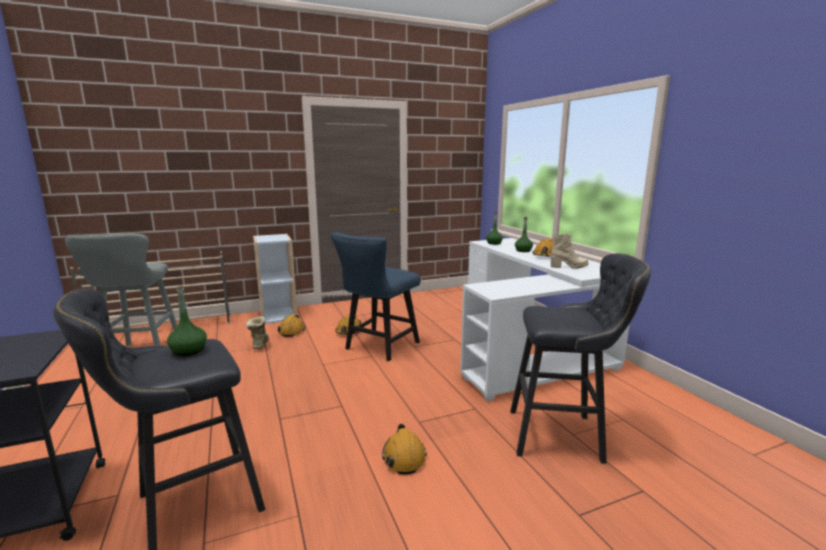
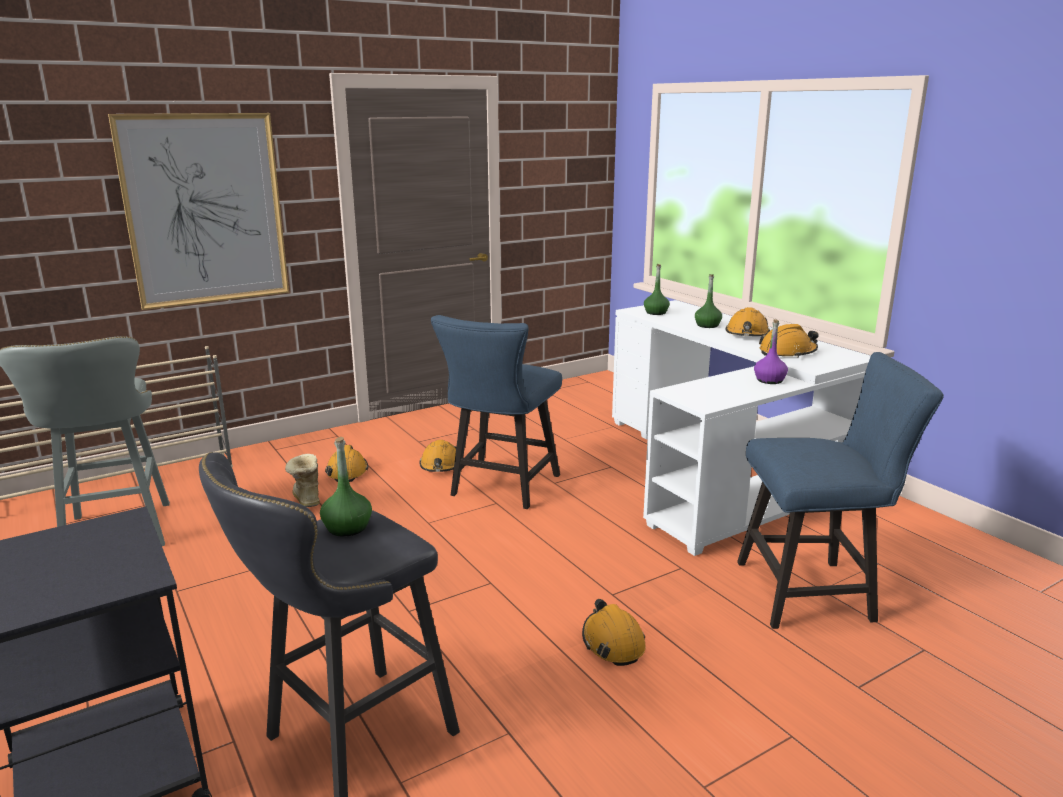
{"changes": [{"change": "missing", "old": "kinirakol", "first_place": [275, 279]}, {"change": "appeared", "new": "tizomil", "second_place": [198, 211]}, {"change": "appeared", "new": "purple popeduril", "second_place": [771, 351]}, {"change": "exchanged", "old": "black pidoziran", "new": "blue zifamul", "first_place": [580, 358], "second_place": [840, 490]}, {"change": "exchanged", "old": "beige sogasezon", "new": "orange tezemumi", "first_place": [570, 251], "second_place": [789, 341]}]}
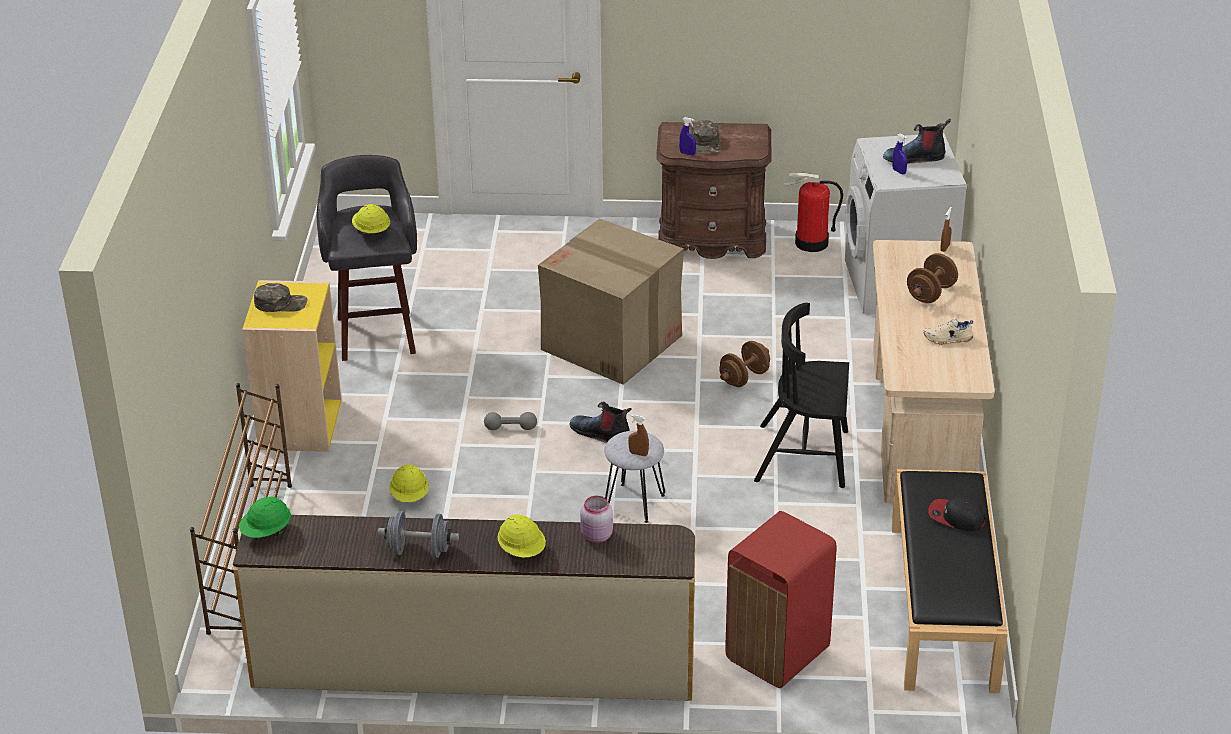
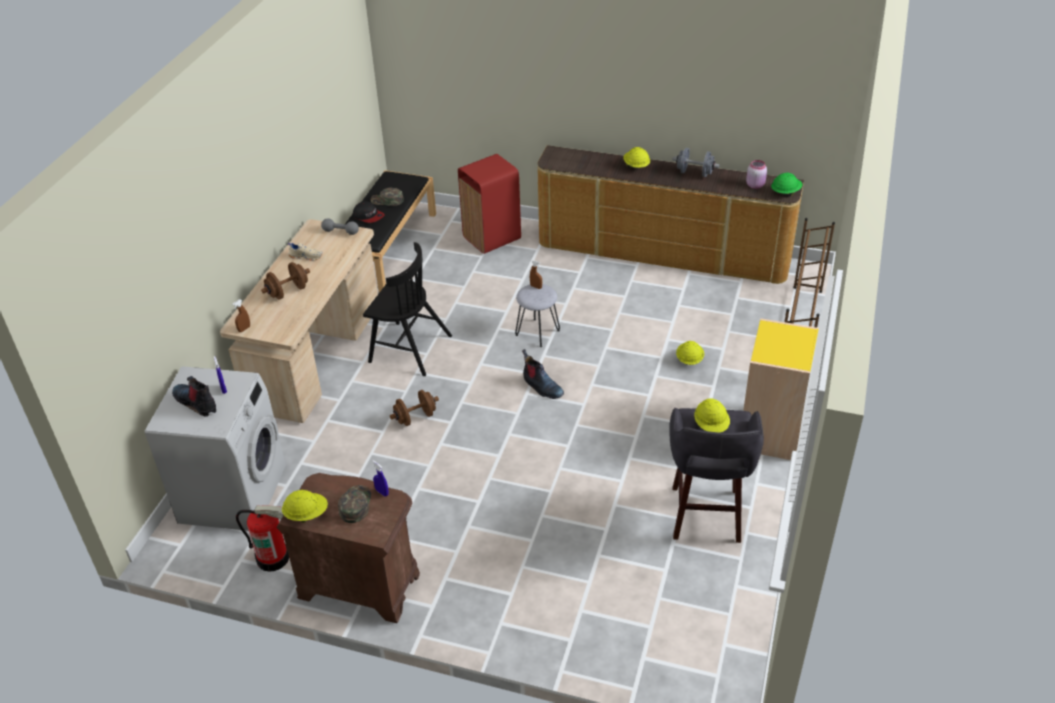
{"changes": [{"change": "missing", "old": "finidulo", "first_place": [611, 301]}, {"change": "appeared", "new": "yellow tezemumi", "second_place": [305, 506]}, {"change": "relocated", "old": "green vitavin", "first_place": [280, 297], "second_place": [387, 196]}, {"change": "relocated", "old": "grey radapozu", "first_place": [510, 421], "second_place": [340, 226]}, {"change": "relocated", "old": "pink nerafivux", "first_place": [596, 519], "second_place": [756, 174]}, {"change": "spun", "old": "sogasezon", "first_place": [917, 141], "second_place": [194, 396], "degrees": -150}]}
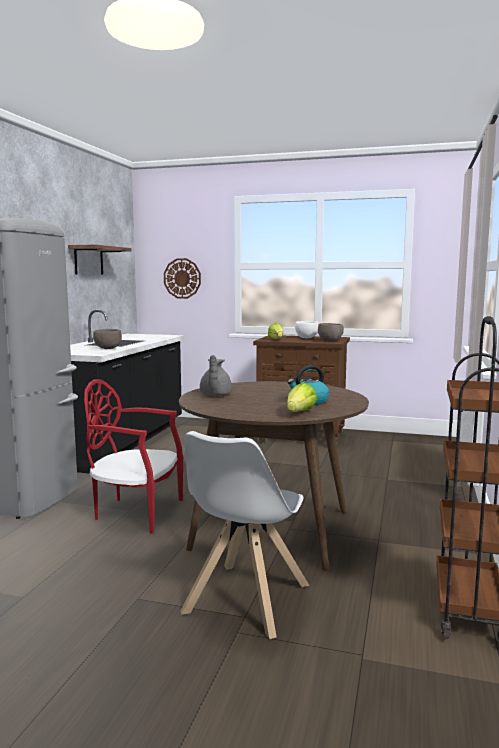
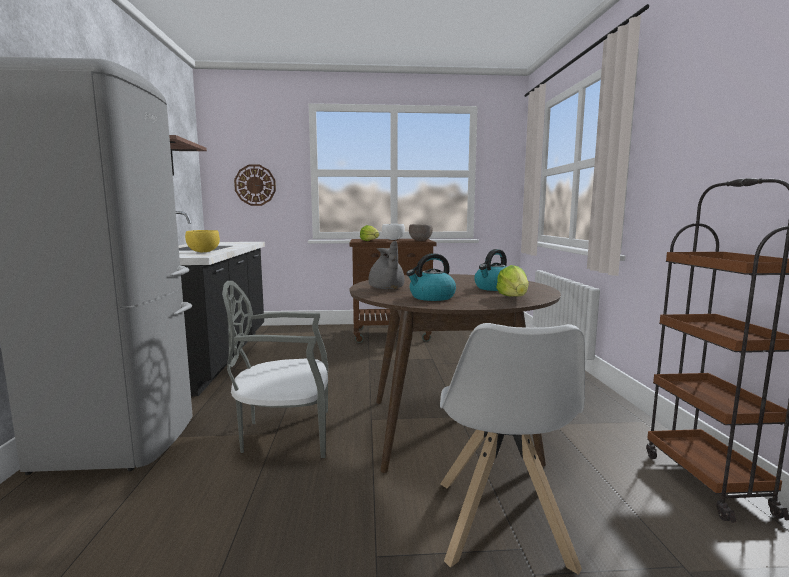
{"changes": [{"change": "appeared", "new": "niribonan", "second_place": [431, 277]}, {"change": "colour", "old": "red zifamul", "new": "grey zifamul", "first_place": [133, 456], "second_place": [275, 369]}, {"change": "colour", "old": "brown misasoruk", "new": "yellow misasoruk", "first_place": [107, 339], "second_place": [202, 241]}]}
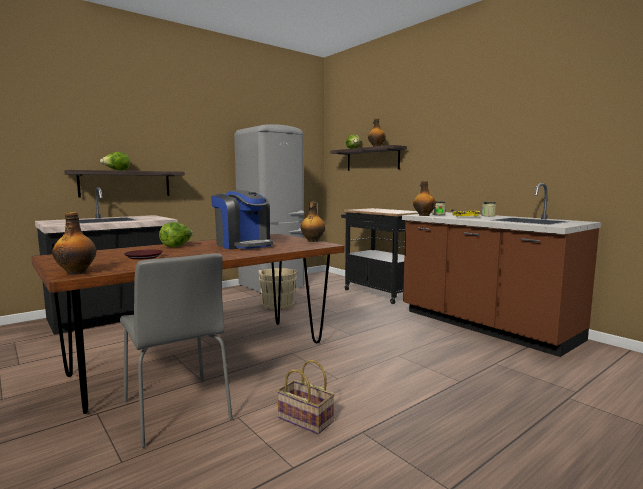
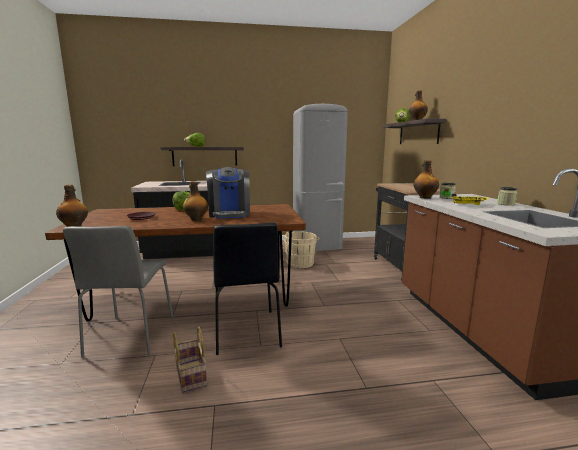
{"changes": [{"change": "appeared", "new": "black zifamul", "second_place": [247, 289]}, {"change": "relocated", "old": "popeduril", "first_place": [313, 222], "second_place": [195, 201]}]}
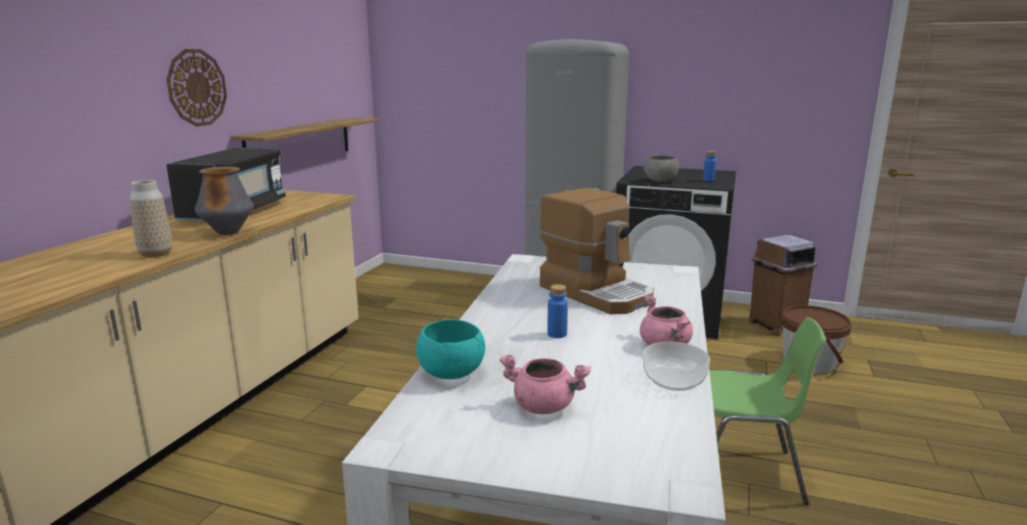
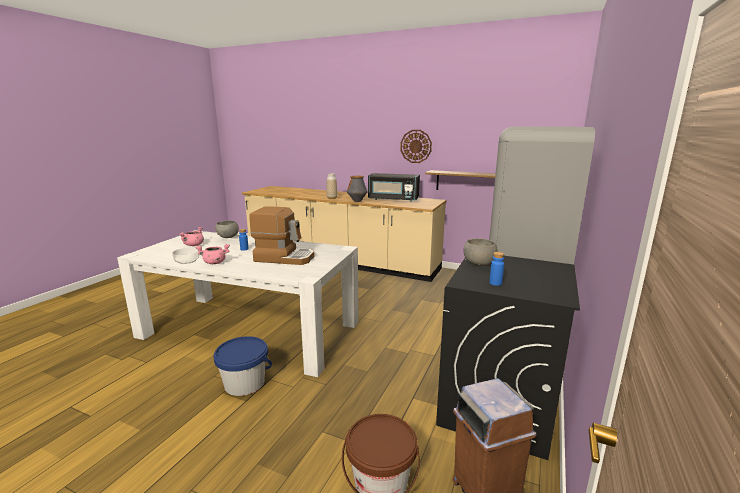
{"changes": [{"change": "exchanged", "old": "green zifamul", "new": "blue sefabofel", "first_place": [767, 411], "second_place": [243, 366]}, {"change": "colour", "old": "turquoise misasoruk", "new": "grey misasoruk", "first_place": [450, 349], "second_place": [227, 229]}, {"change": "spun", "old": "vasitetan", "first_place": [597, 251], "second_place": [282, 235], "degrees": -135}]}
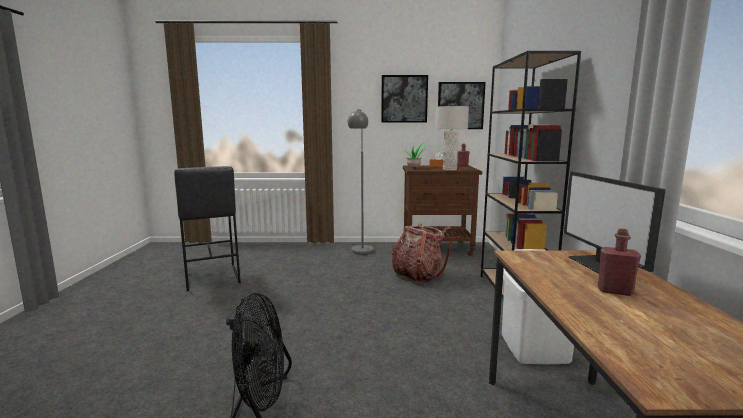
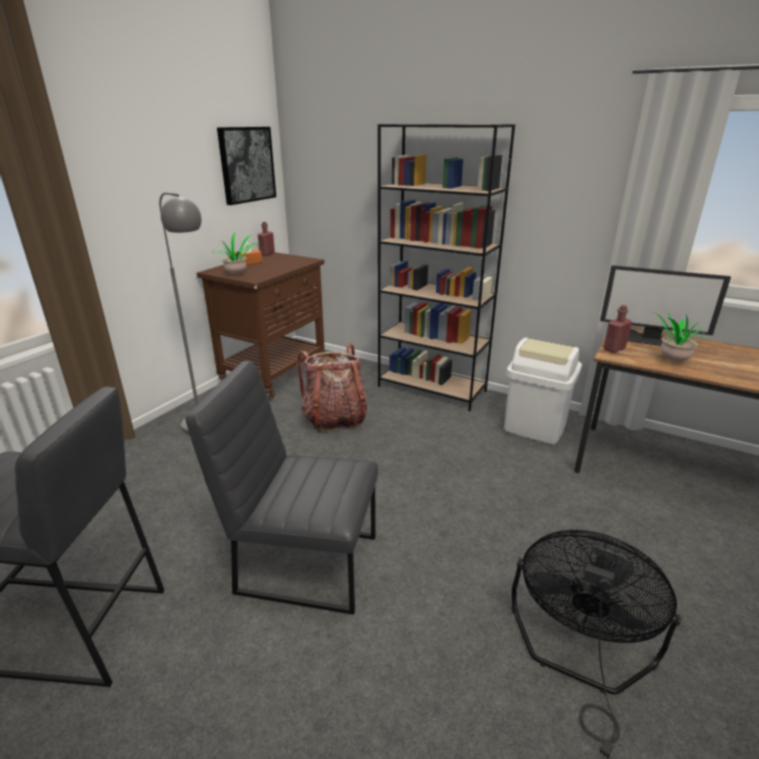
{"changes": [{"change": "missing", "old": "tizomil", "first_place": [404, 99]}, {"change": "missing", "old": "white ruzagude", "first_place": [452, 138]}, {"change": "appeared", "new": "grey zifamul", "second_place": [281, 488]}, {"change": "appeared", "new": "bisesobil", "second_place": [680, 336]}, {"change": "relocated", "old": "red popeduril", "first_place": [619, 262], "second_place": [617, 329]}]}
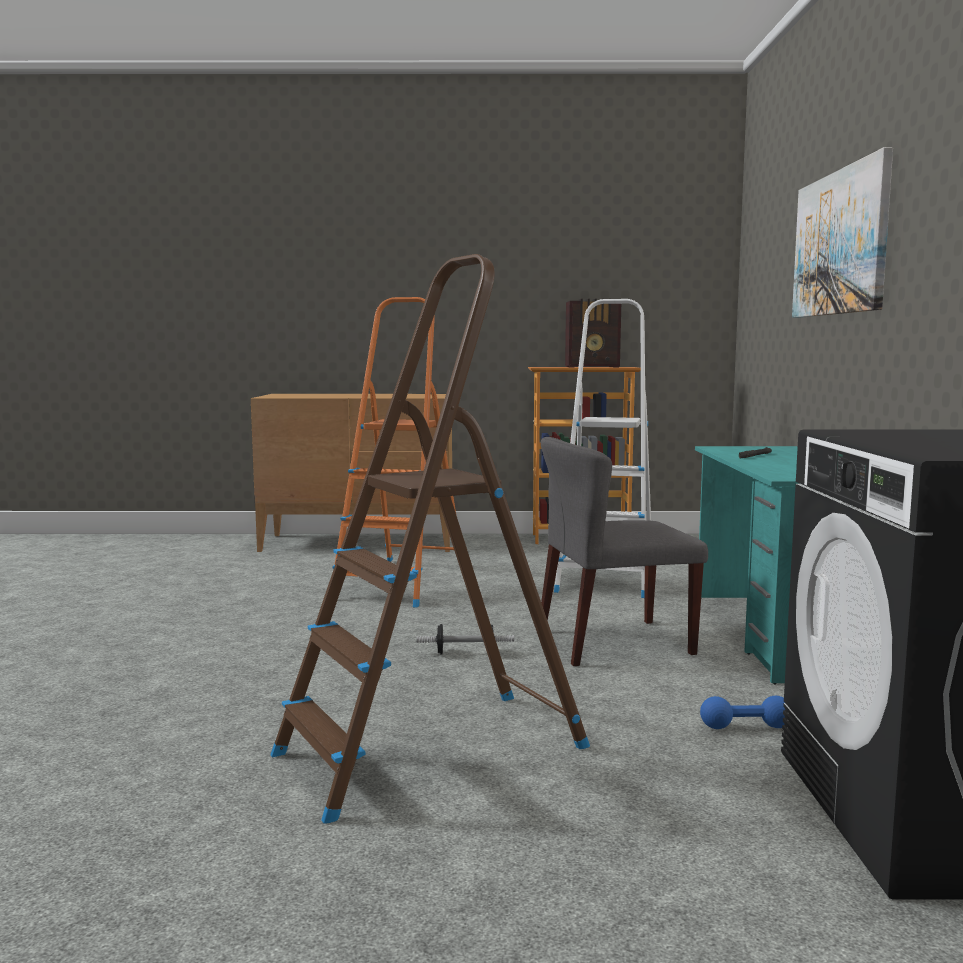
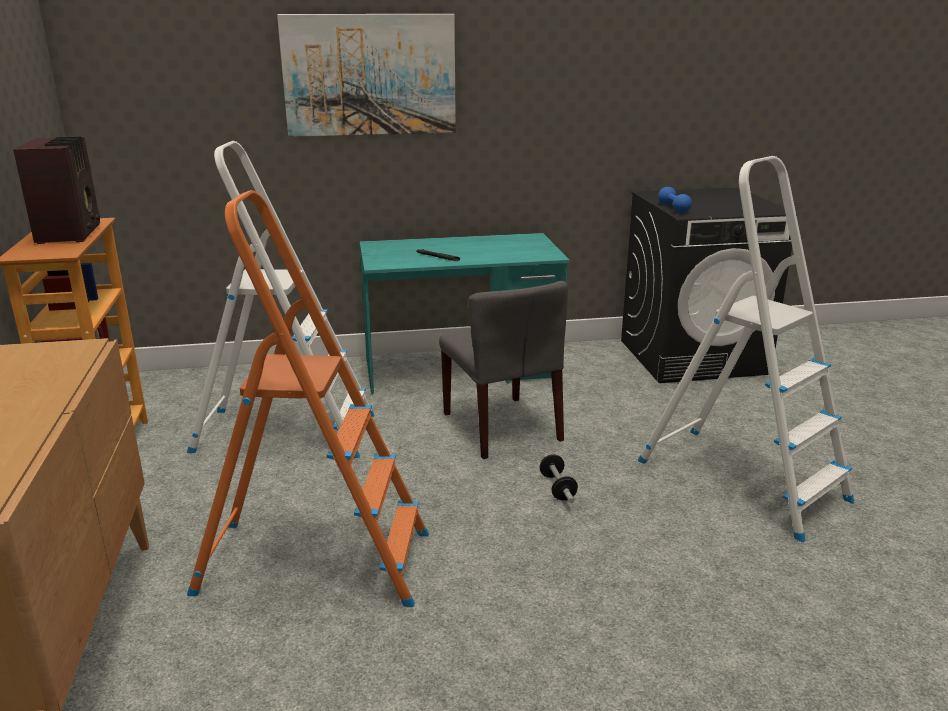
{"changes": [{"change": "relocated", "old": "blue radapozu", "first_place": [742, 712], "second_place": [675, 200]}, {"change": "colour", "old": "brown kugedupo", "new": "white kugedupo", "first_place": [430, 539], "second_place": [746, 349]}]}
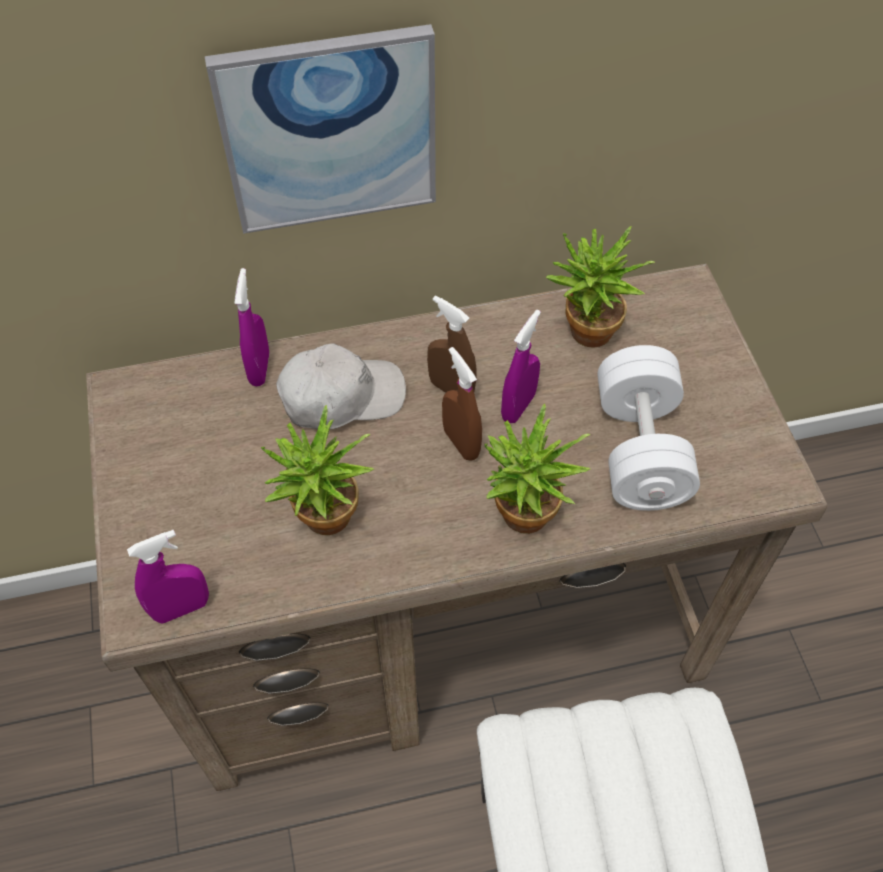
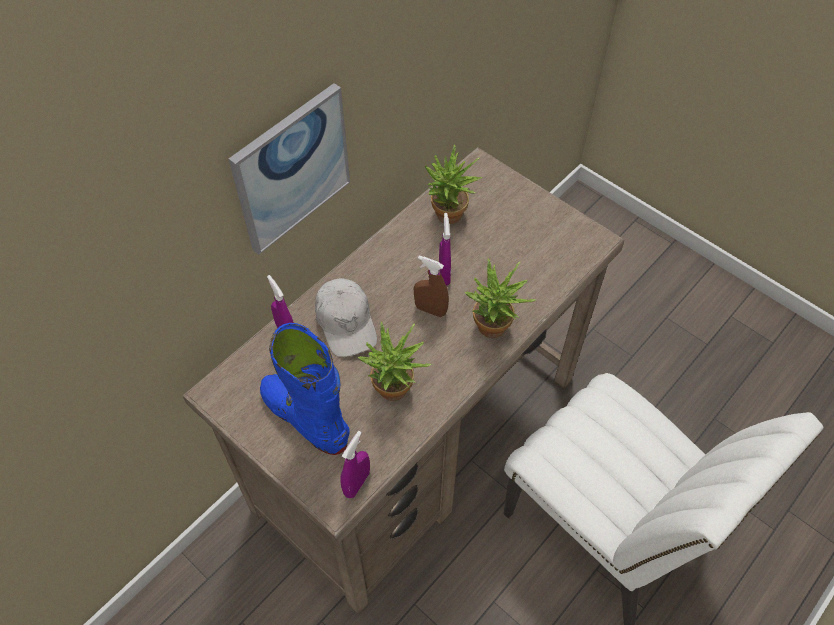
{"changes": [{"change": "missing", "old": "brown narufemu", "first_place": [452, 344]}, {"change": "missing", "old": "white radapozu", "first_place": [649, 428]}, {"change": "appeared", "new": "blue sogasezon", "second_place": [305, 389]}, {"change": "spun", "old": "white vitavin", "first_place": [341, 386], "second_place": [346, 317], "degrees": 120}]}
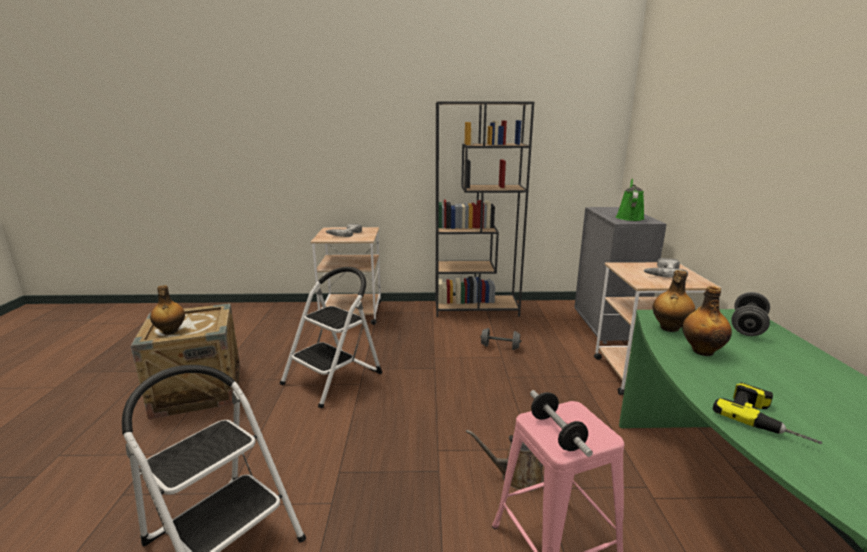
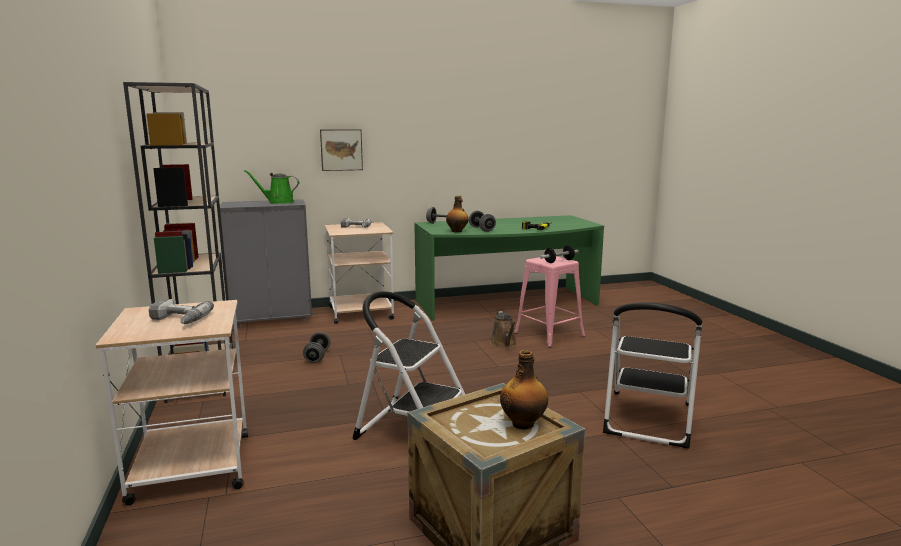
{"changes": [{"change": "appeared", "new": "tizomil", "second_place": [341, 150]}, {"change": "exchanged", "old": "popeduril", "new": "grey radapozu", "first_place": [707, 321], "second_place": [482, 221]}]}
